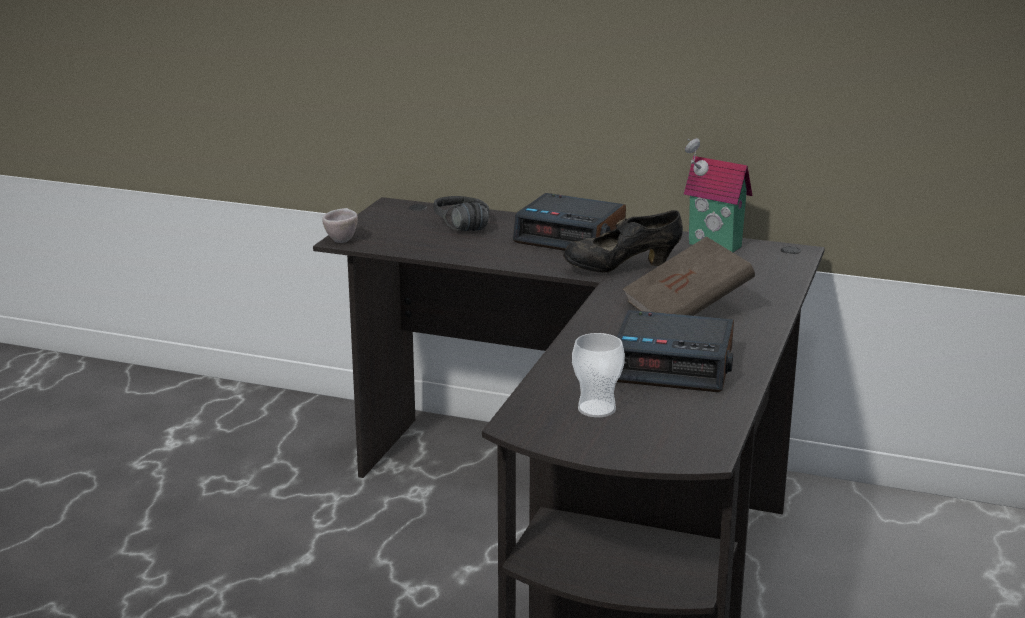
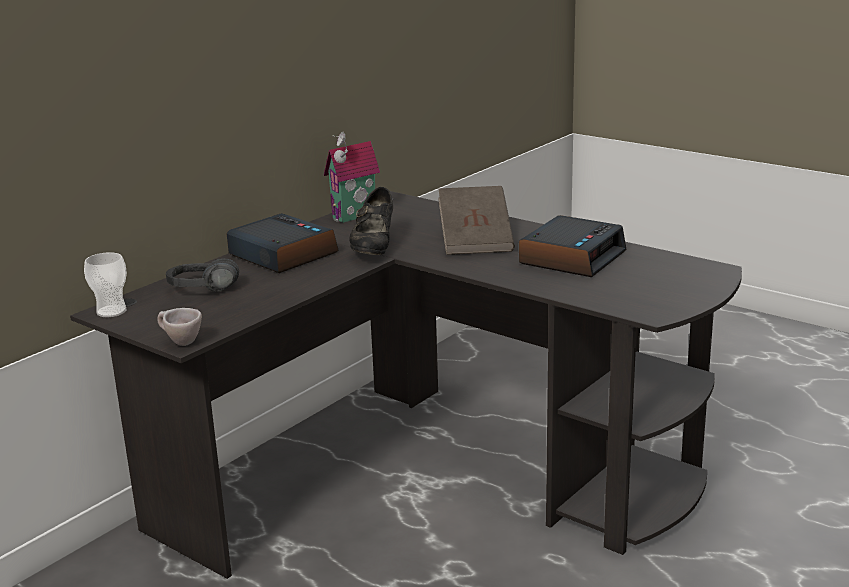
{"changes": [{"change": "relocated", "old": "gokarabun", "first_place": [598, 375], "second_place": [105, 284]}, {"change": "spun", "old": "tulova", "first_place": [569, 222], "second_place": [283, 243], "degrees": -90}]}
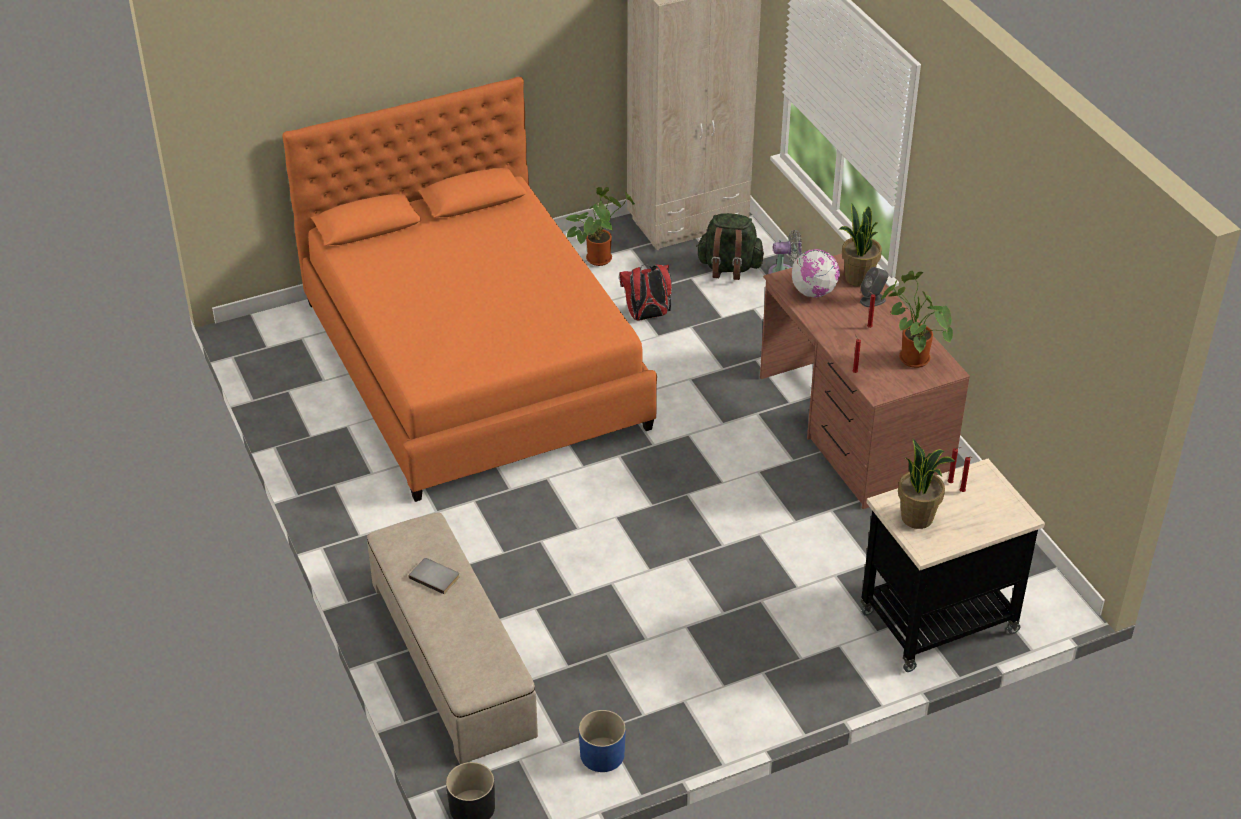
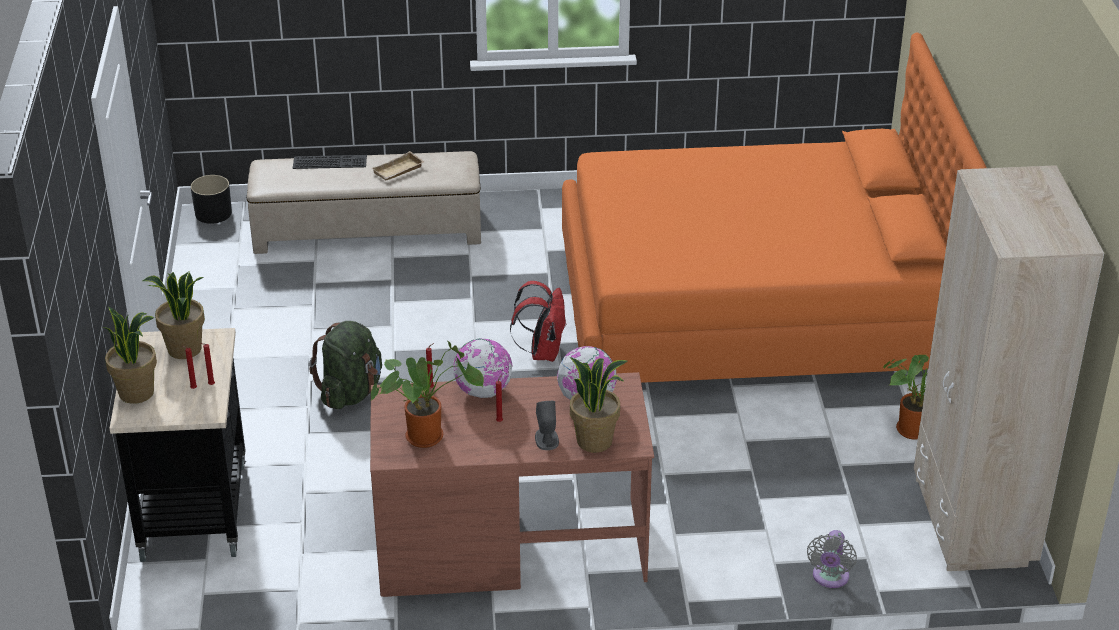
{"changes": [{"change": "missing", "old": "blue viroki", "first_place": [602, 741]}, {"change": "appeared", "new": "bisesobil", "second_place": [130, 355]}, {"change": "appeared", "new": "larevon", "second_place": [330, 162]}, {"change": "appeared", "new": "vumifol", "second_place": [483, 368]}, {"change": "relocated", "old": "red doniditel", "first_place": [645, 292], "second_place": [538, 321]}, {"change": "relocated", "old": "green doniditel", "first_place": [730, 246], "second_place": [345, 365]}, {"change": "exchanged", "old": "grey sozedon", "new": "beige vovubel", "first_place": [434, 576], "second_place": [398, 165]}]}
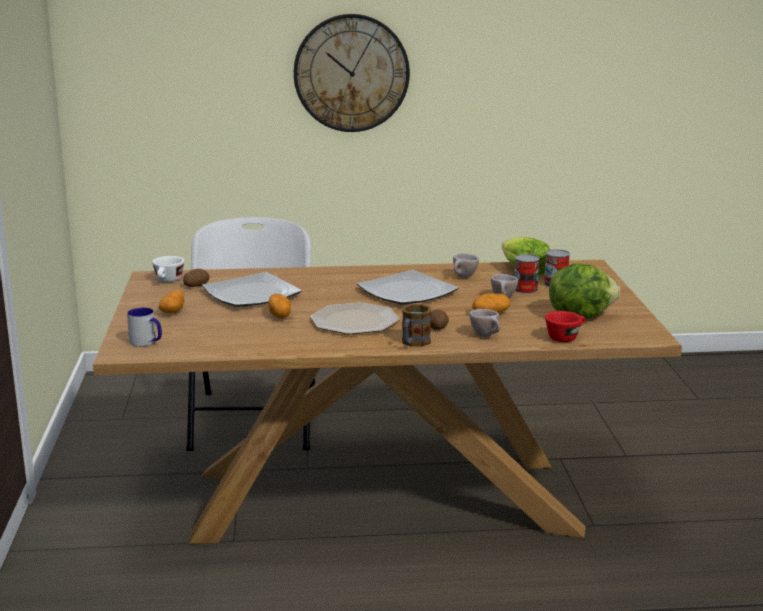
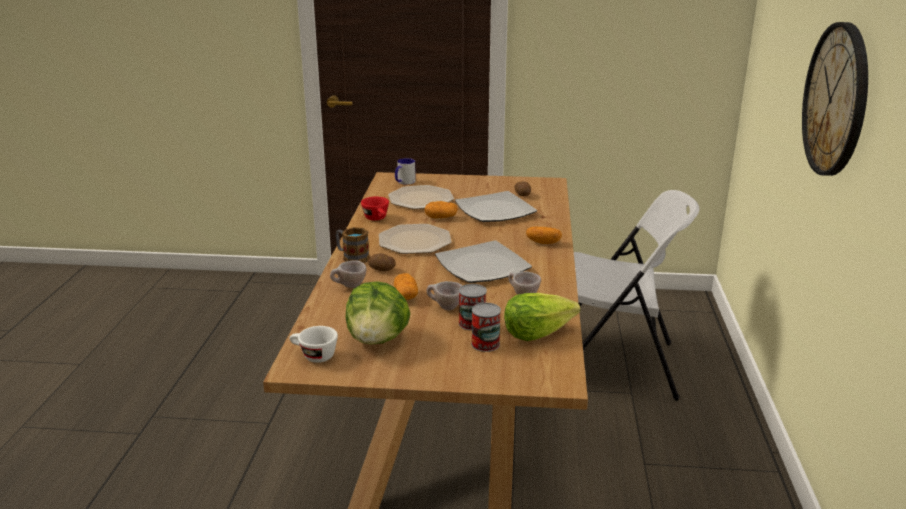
{"changes": [{"change": "appeared", "new": "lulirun", "second_place": [421, 197]}, {"change": "relocated", "old": "white gokarabun", "first_place": [168, 269], "second_place": [314, 344]}, {"change": "relocated", "old": "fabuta", "first_place": [171, 301], "second_place": [544, 235]}, {"change": "relocated", "old": "red gokarabun", "first_place": [565, 326], "second_place": [375, 209]}]}
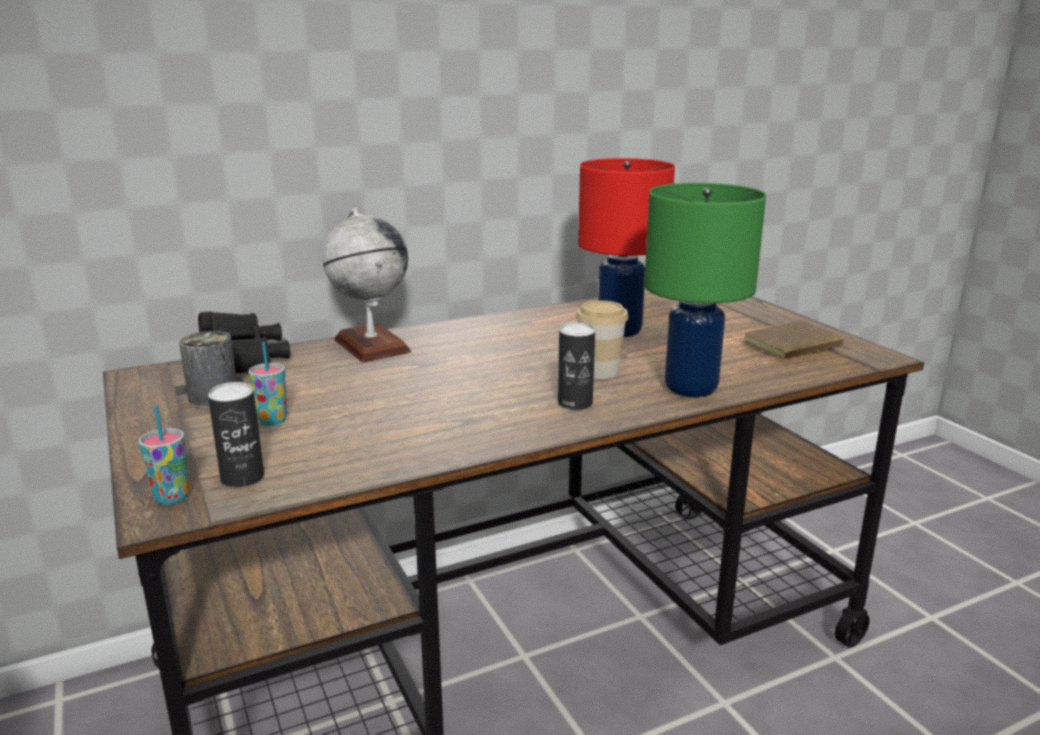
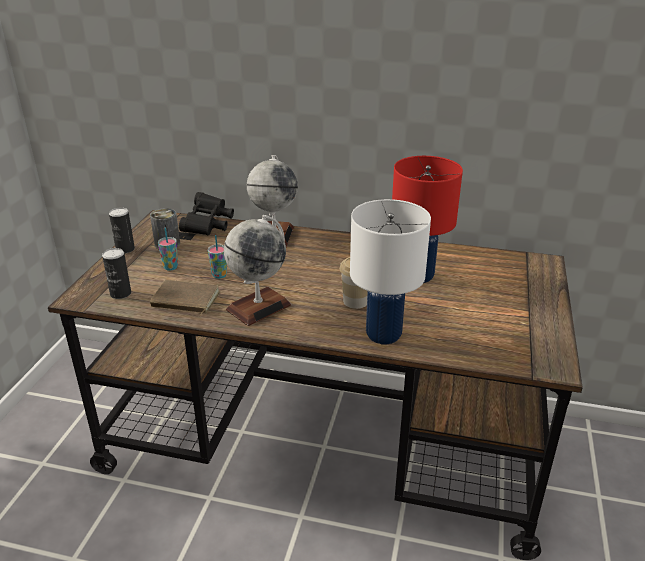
{"changes": [{"change": "appeared", "new": "vumifol", "second_place": [257, 270]}, {"change": "relocated", "old": "gokarabun", "first_place": [164, 455], "second_place": [217, 257]}, {"change": "relocated", "old": "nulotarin", "first_place": [576, 366], "second_place": [122, 230]}, {"change": "relocated", "old": "brown sozedon", "first_place": [801, 340], "second_place": [185, 298]}, {"change": "colour", "old": "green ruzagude", "new": "white ruzagude", "first_place": [705, 290], "second_place": [390, 272]}]}
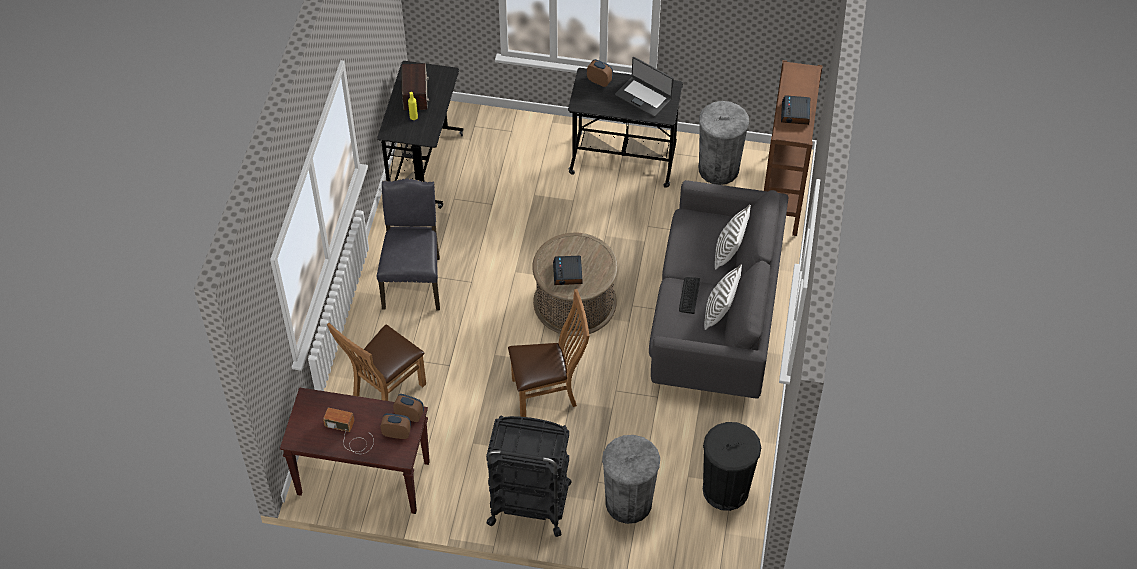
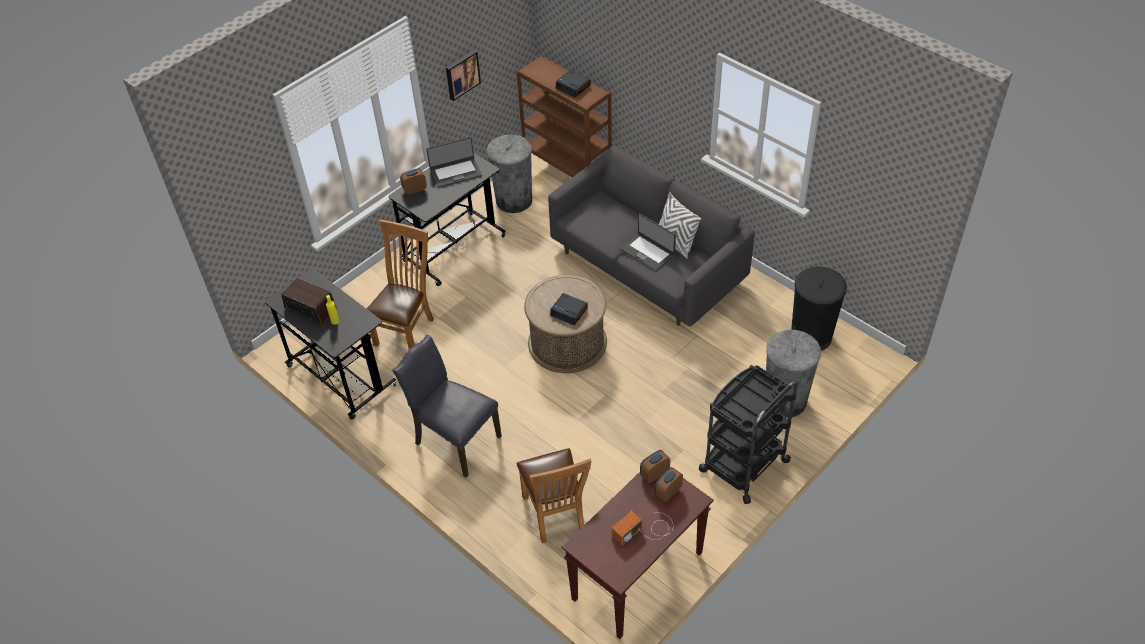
{"changes": [{"change": "missing", "old": "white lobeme", "first_place": [733, 237]}, {"change": "appeared", "new": "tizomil", "second_place": [463, 75]}, {"change": "relocated", "old": "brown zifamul", "first_place": [549, 353], "second_place": [400, 284]}, {"change": "exchanged", "old": "larevon", "new": "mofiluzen", "first_place": [689, 295], "second_place": [648, 242]}]}
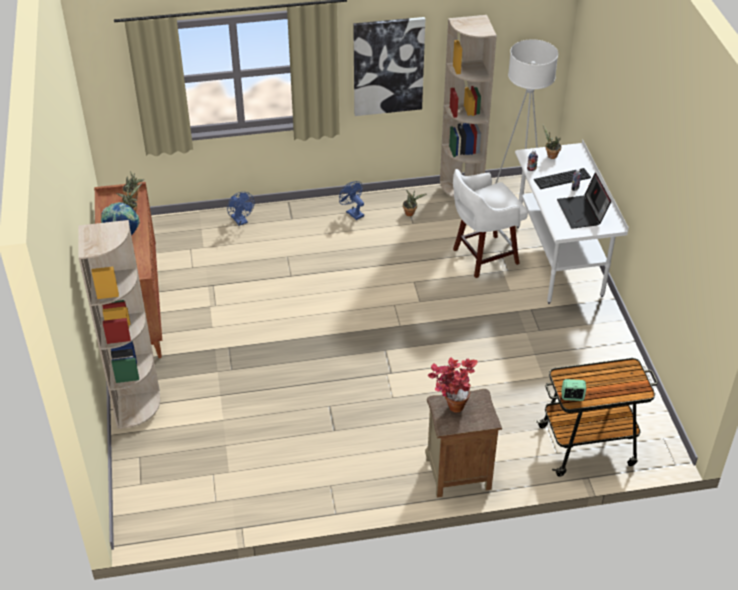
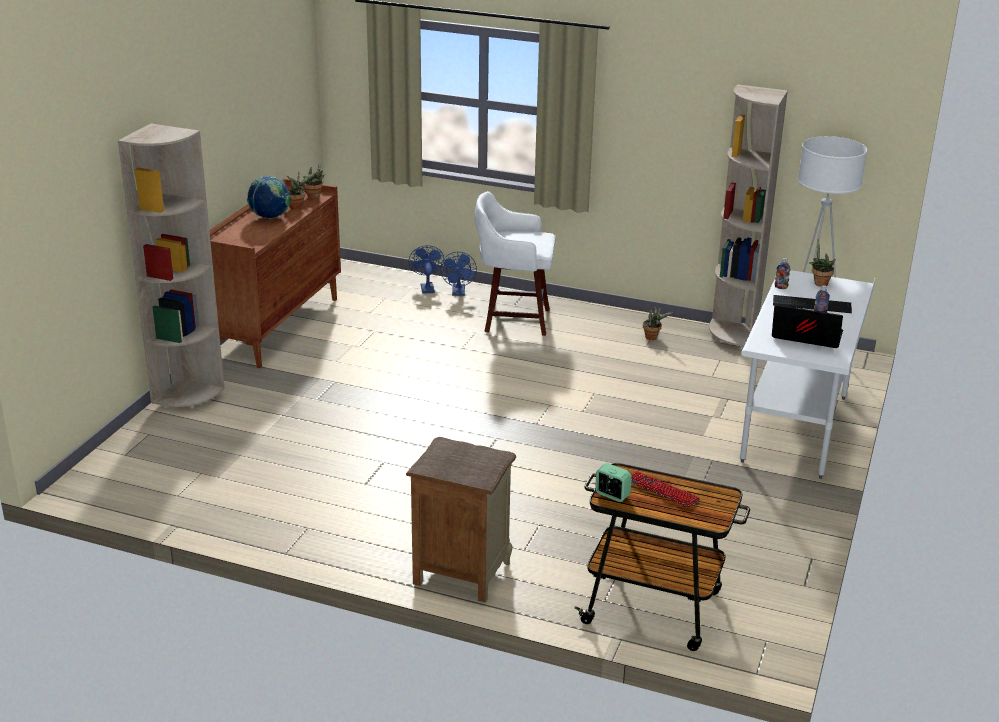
{"changes": [{"change": "missing", "old": "tizomil", "first_place": [389, 66]}, {"change": "missing", "old": "bisesobil", "first_place": [453, 385]}, {"change": "appeared", "new": "larevon", "second_place": [665, 489]}, {"change": "relocated", "old": "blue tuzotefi", "first_place": [351, 200], "second_place": [426, 269]}, {"change": "relocated", "old": "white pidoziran", "first_place": [490, 223], "second_place": [515, 263]}, {"change": "spun", "old": "mofiluzen", "first_place": [584, 201], "second_place": [807, 326], "degrees": 90}]}
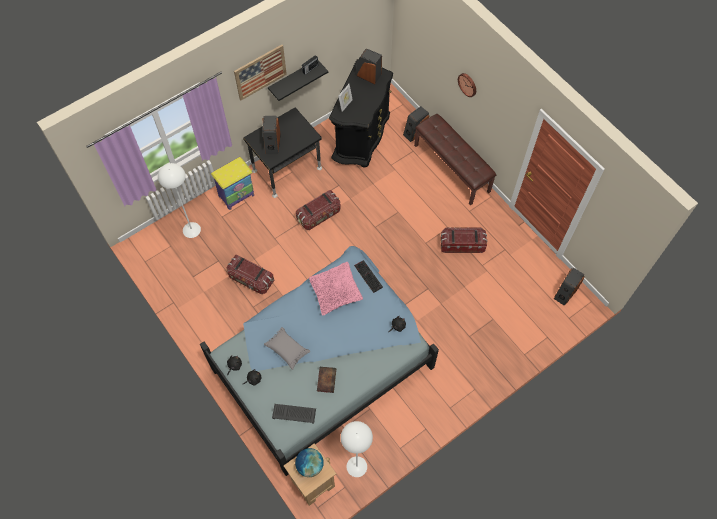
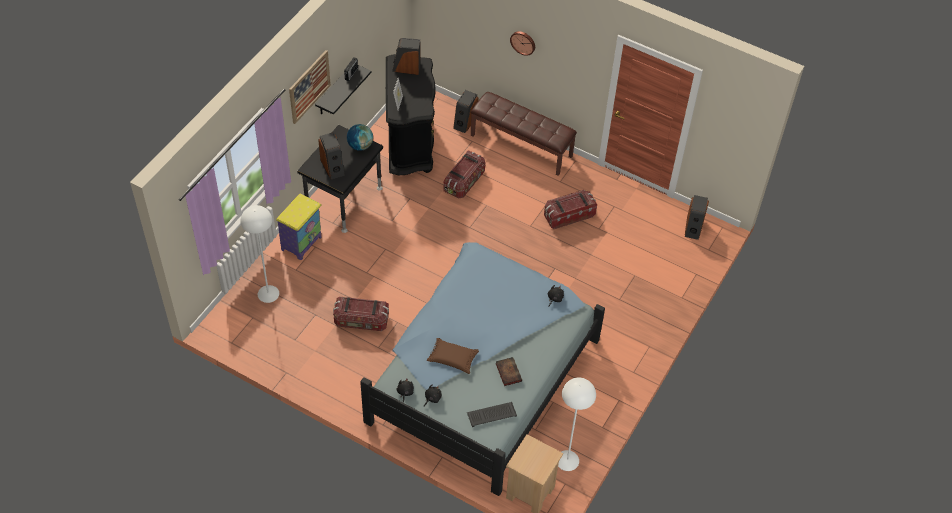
{"changes": [{"change": "missing", "old": "pink lobeme", "first_place": [336, 289]}, {"change": "missing", "old": "larevon", "first_place": [368, 276]}, {"change": "relocated", "old": "vumifol", "first_place": [309, 462], "second_place": [360, 137]}, {"change": "relocated", "old": "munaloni", "first_place": [318, 210], "second_place": [464, 175]}, {"change": "colour", "old": "grey lobeme", "new": "brown lobeme", "first_place": [287, 348], "second_place": [453, 356]}]}
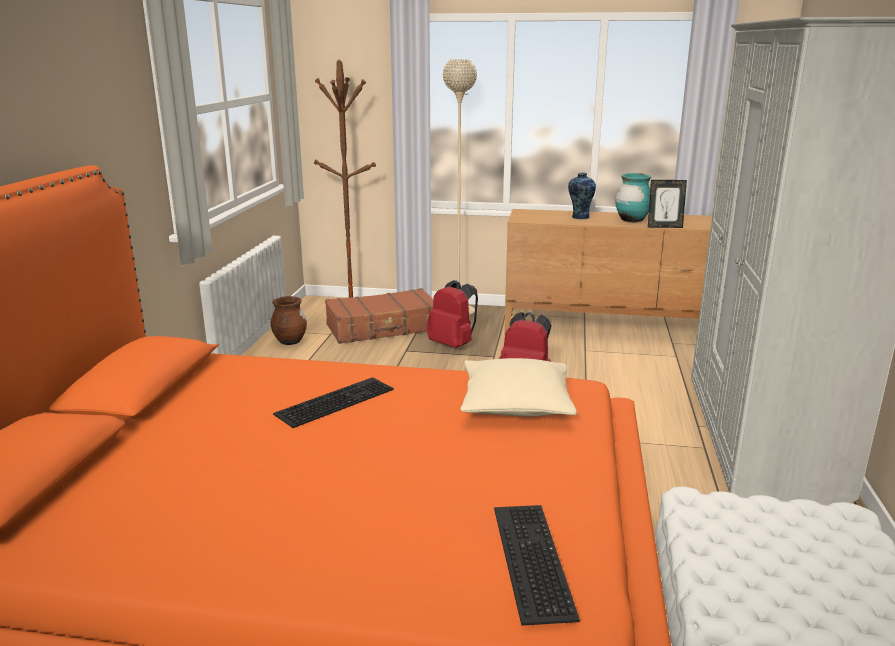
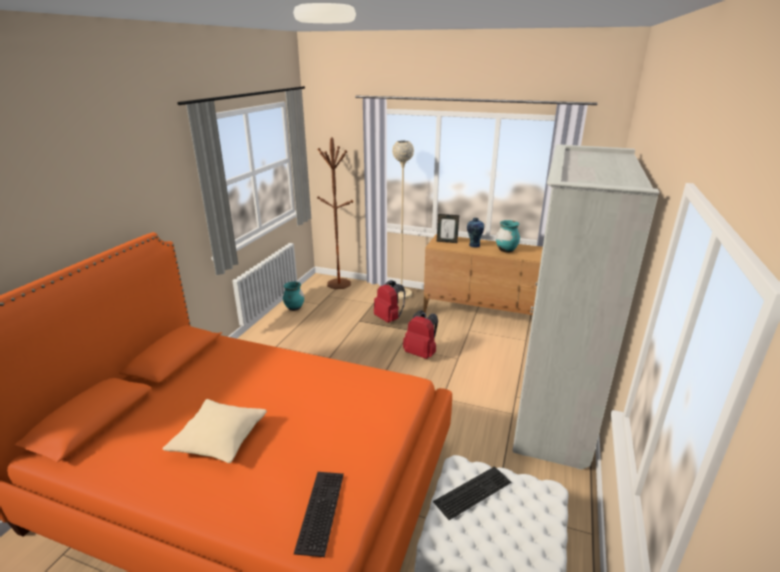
{"changes": [{"change": "missing", "old": "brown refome", "first_place": [379, 316]}, {"change": "relocated", "old": "larevon", "first_place": [333, 402], "second_place": [472, 493]}, {"change": "relocated", "old": "beige lobeme", "first_place": [518, 387], "second_place": [214, 431]}, {"change": "relocated", "old": "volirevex", "first_place": [667, 204], "second_place": [448, 228]}, {"change": "colour", "old": "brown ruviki", "new": "turquoise ruviki", "first_place": [289, 320], "second_place": [293, 296]}]}
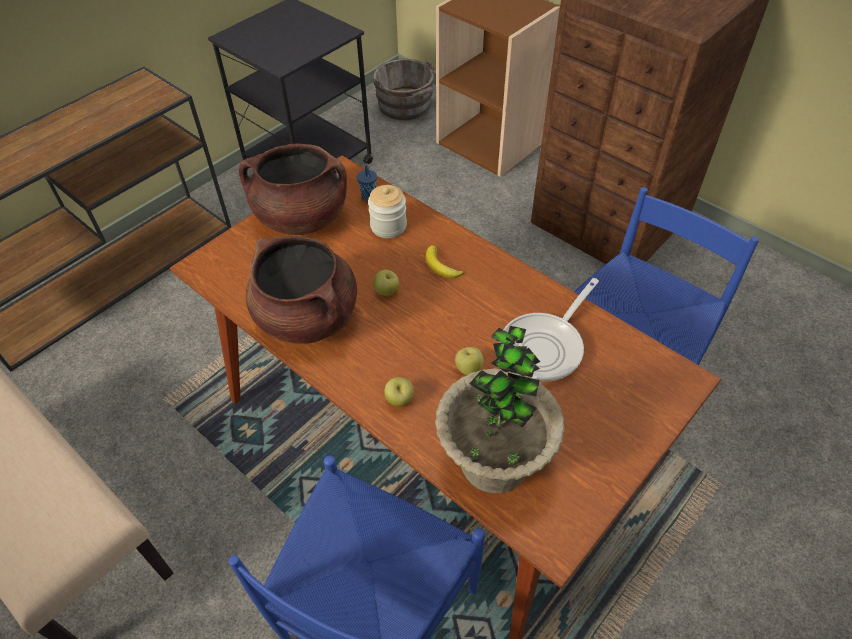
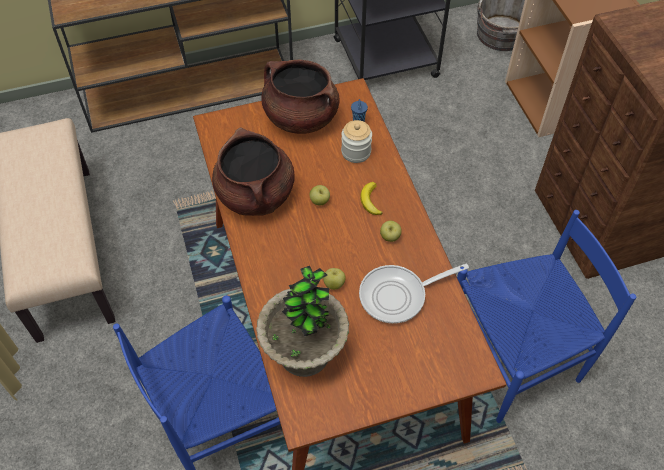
{"changes": [{"change": "relocated", "old": "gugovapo", "first_place": [399, 391], "second_place": [391, 231]}]}
